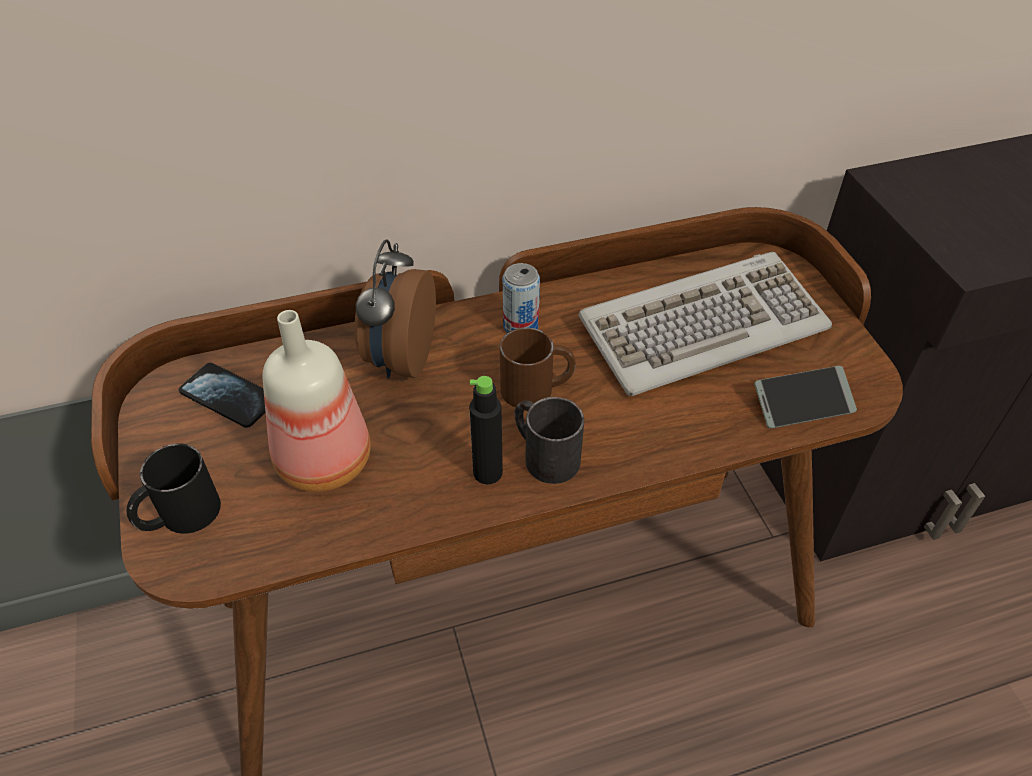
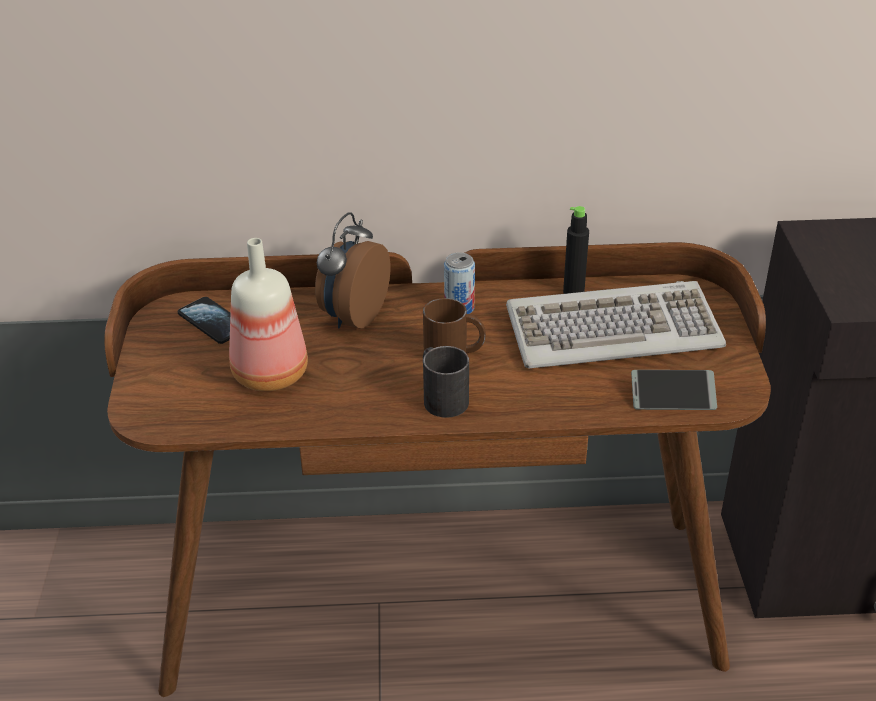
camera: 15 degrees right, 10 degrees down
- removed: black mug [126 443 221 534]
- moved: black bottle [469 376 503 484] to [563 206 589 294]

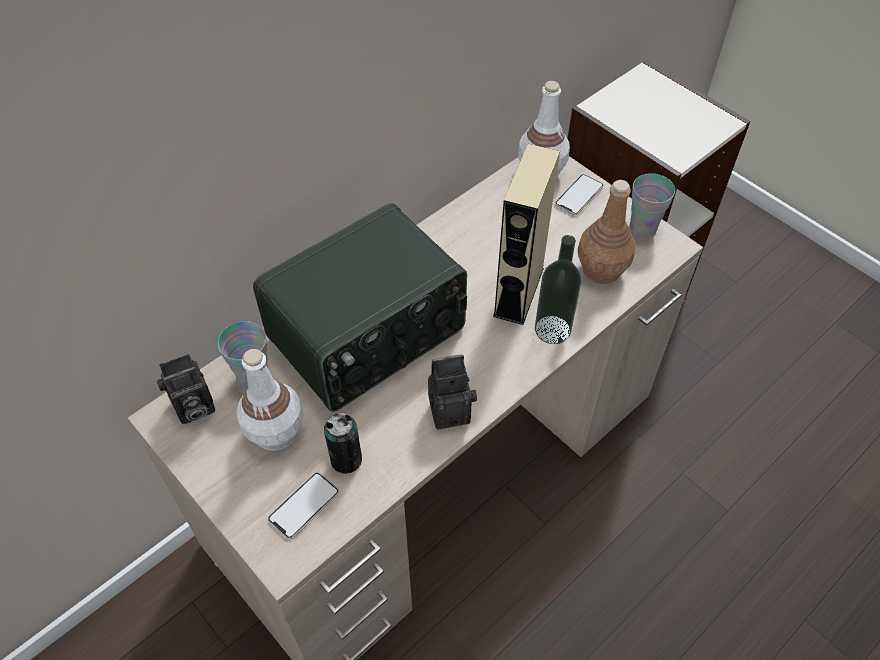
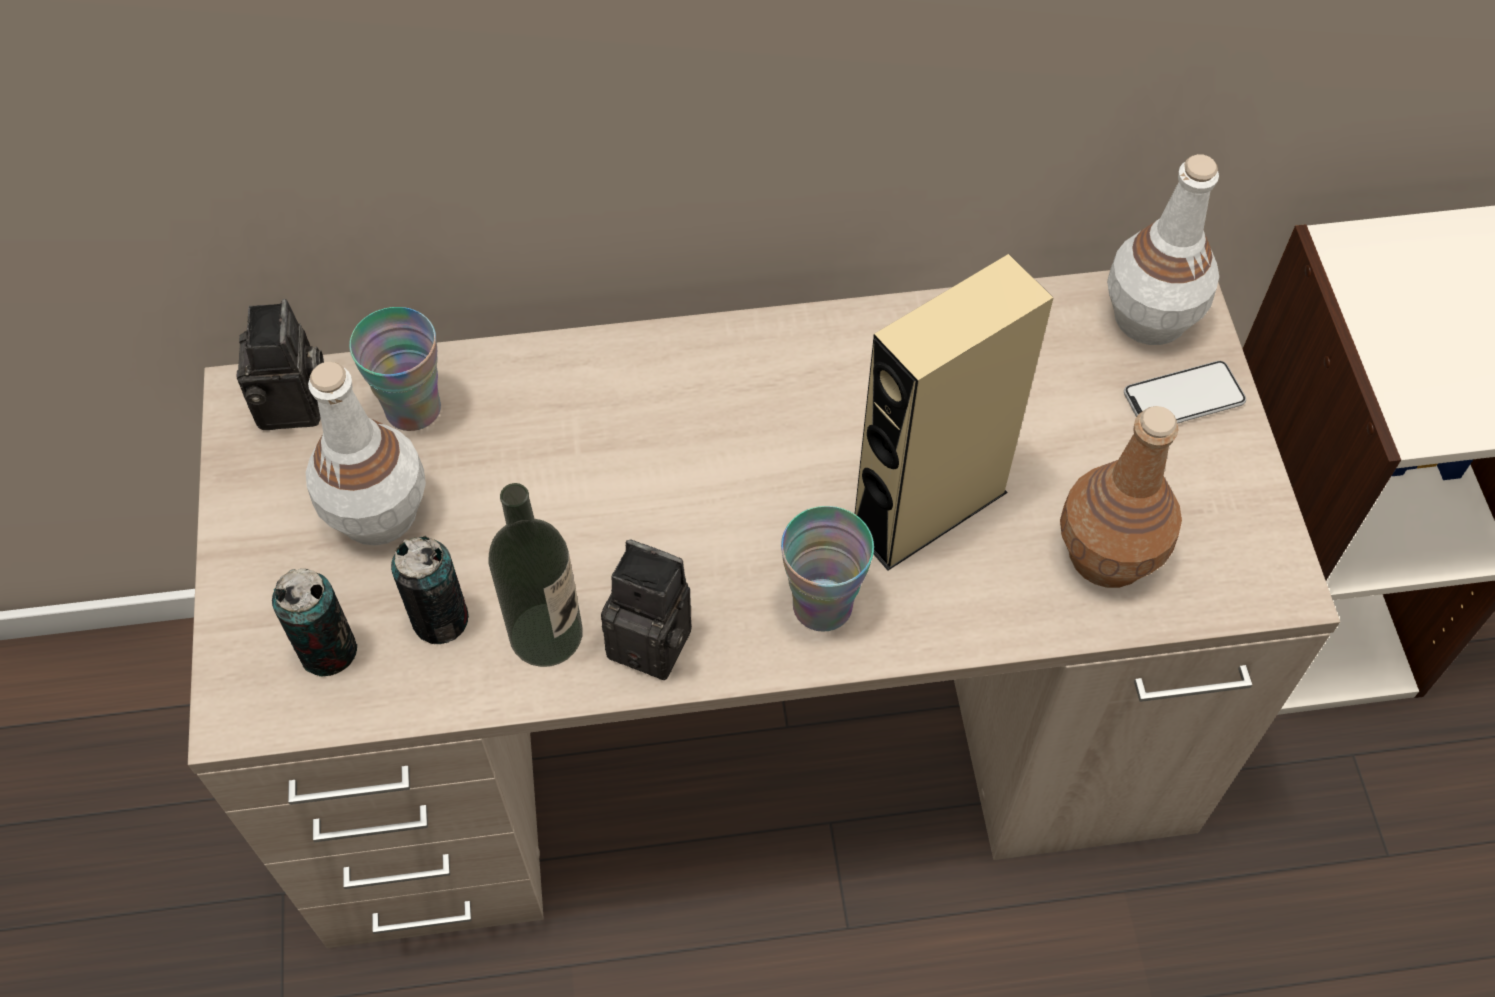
camera: 35 degrees right, 5 degrees up
- turned: photo camera [157 354 215 424] = [237 299 324 430] 105 degrees counterclockwise
- removed: radio [253 203 467 412]
- replaced: phone [268 472 339 539] to can [272 568 357 677]
- moved: bottle [535 235 582 344] to [488 483 583 667]
- moved: cup [629 173 675 238] to [781 506 874 632]

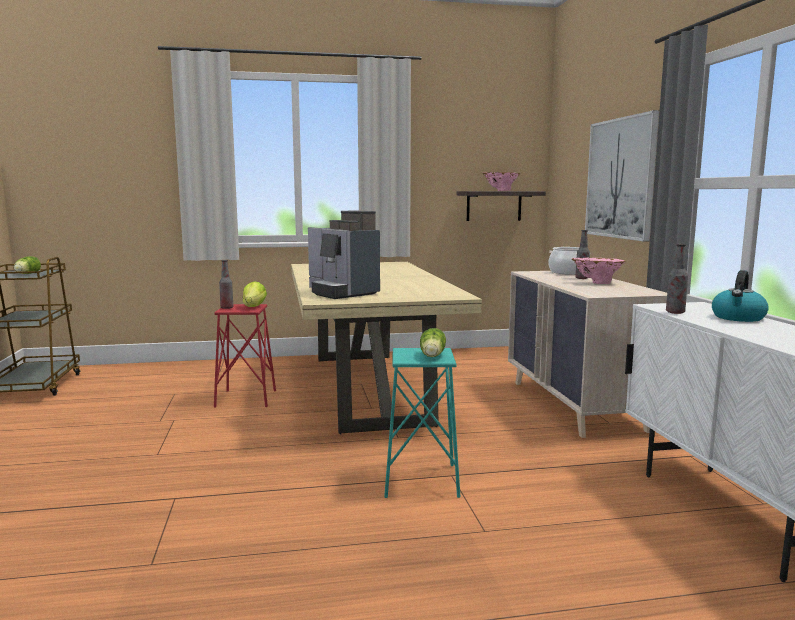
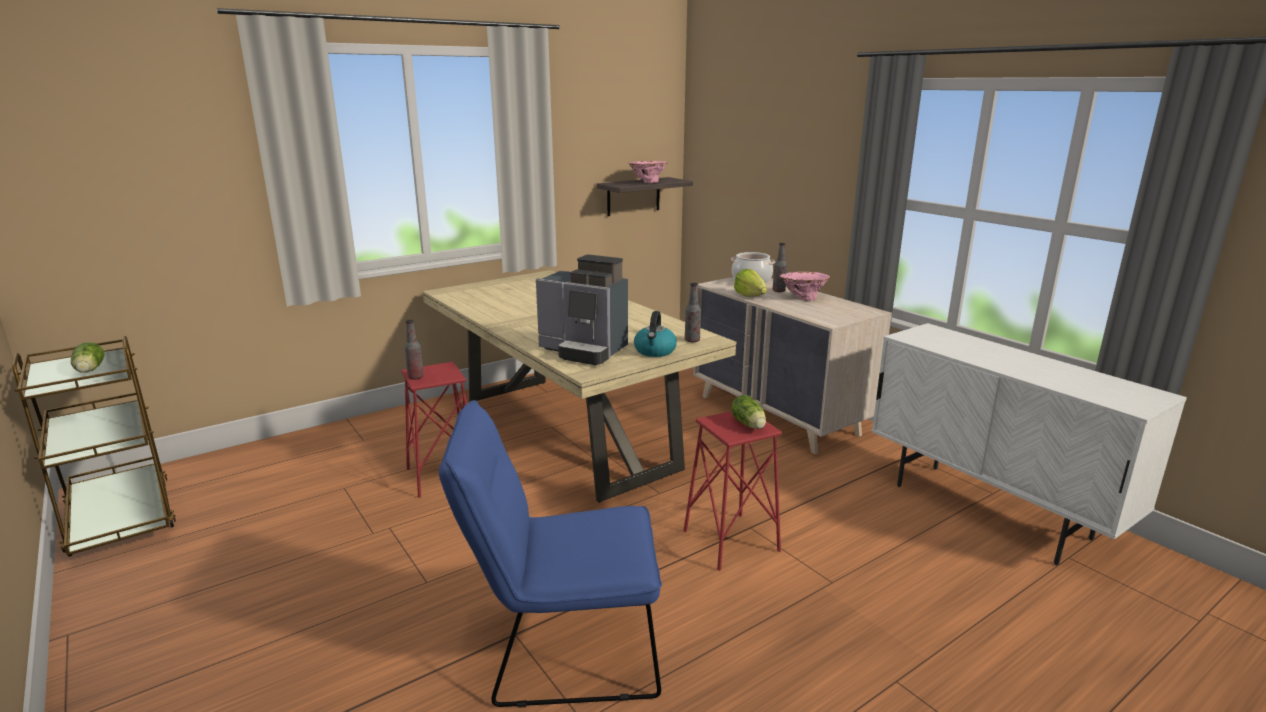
camera: 25 degrees left, 10 degrees up
- moved: lettuce [243 281 267 307] to [734 269 767 297]
- recoloured: turquoise stool [384 348 460 498] to red stool [684 411 782 571]
- removed: picture [585 110 659 242]
- moved: bottle [666 244 688 314] to [685 283 701 342]
- moved: kettle [712 270 769 322] to [634 311 677 357]
- added: blue chair [439 400 662 708]

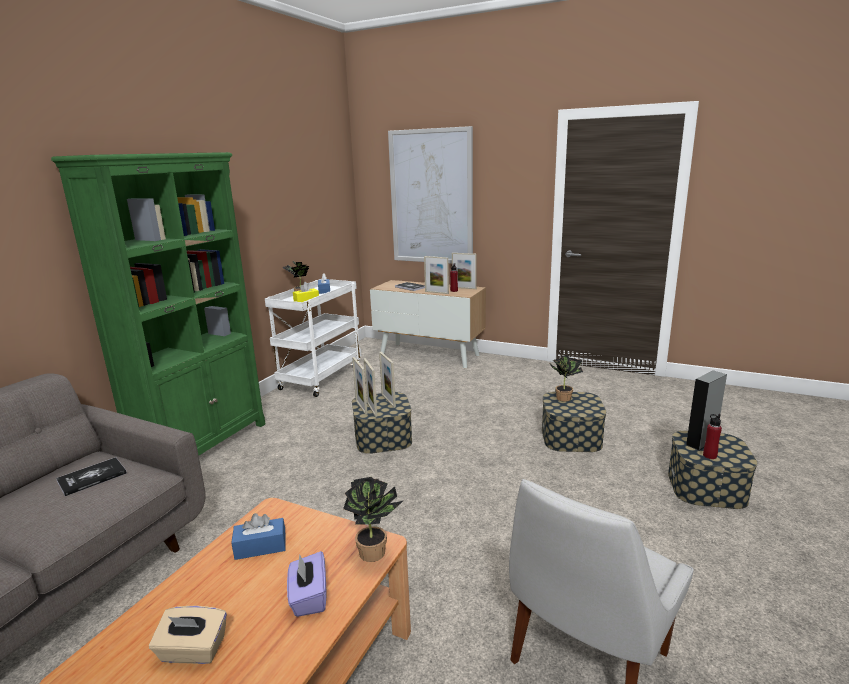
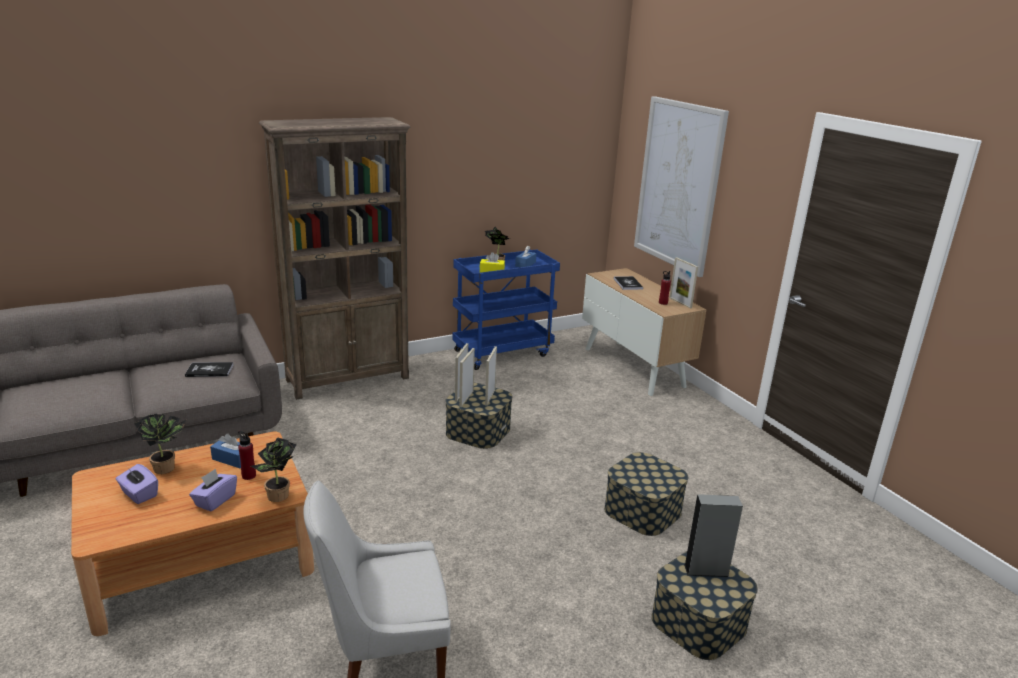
camera: 35 degrees right, 5 degrees up
- recoloured: green bookcase [51 152 265 455] to brown bookcase [259 117 411 400]
- recoloured: beige tissue box [149 606 227 664] to purple tissue box [116 464 158 504]
- recoloured: white cart [265 279 361 397] to blue cart [452 249 560 370]
- removed: picture frame [424 256 449 294]
- moved: potted plant [549 355 583 402] to [134 414 186 474]
- moved: red bottle [703 414 722 459] to [238 431 256 480]

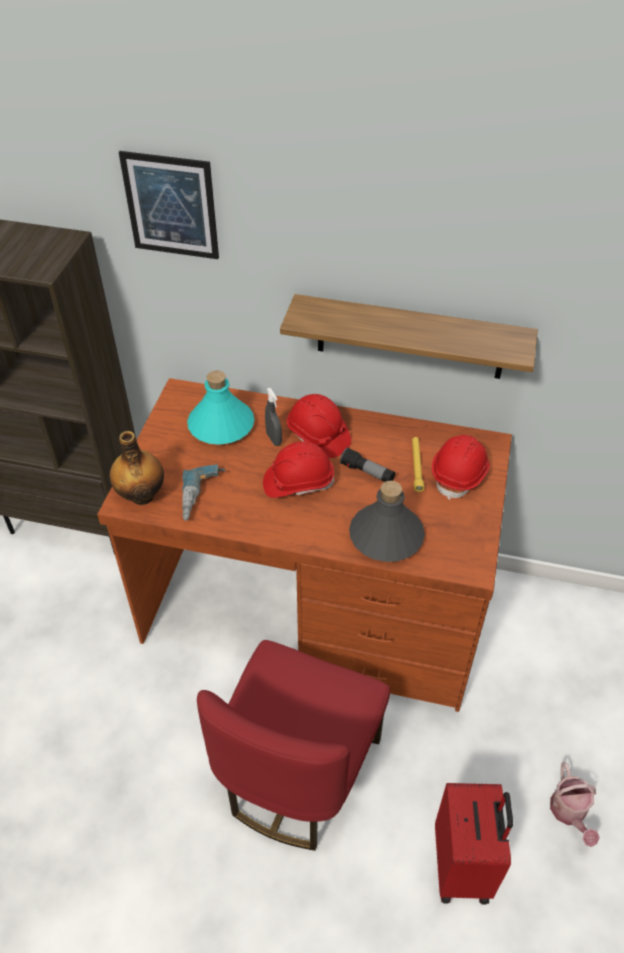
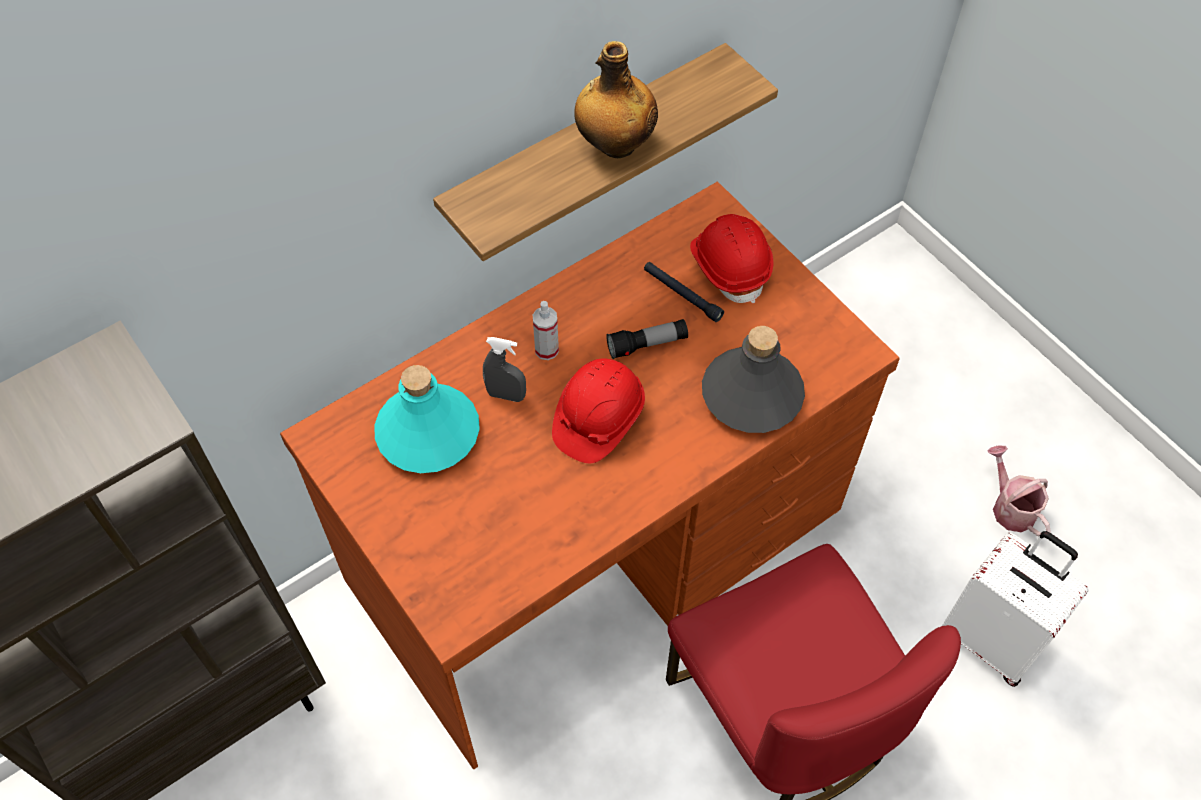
camera: 50 degrees left, 10 degrees up
- moved: bottle [110 431 164 505] to [574 41 658 158]
- removed: picture [119 151 219 259]
- removed: power drill [182 464 226 521]
- replaced: red hard hat [287 394 351 458] to spray bottle [533 301 559 360]
- recoloured: yellow flashlight [412 437 424 492] to black flashlight [644 262 724 322]
- recoloured: red suitcase [435 783 513 904] to white suitcase [942 531 1089 687]
- turned: watering can [550 762 600 847] = [987 446 1051 537] 150 degrees counterclockwise

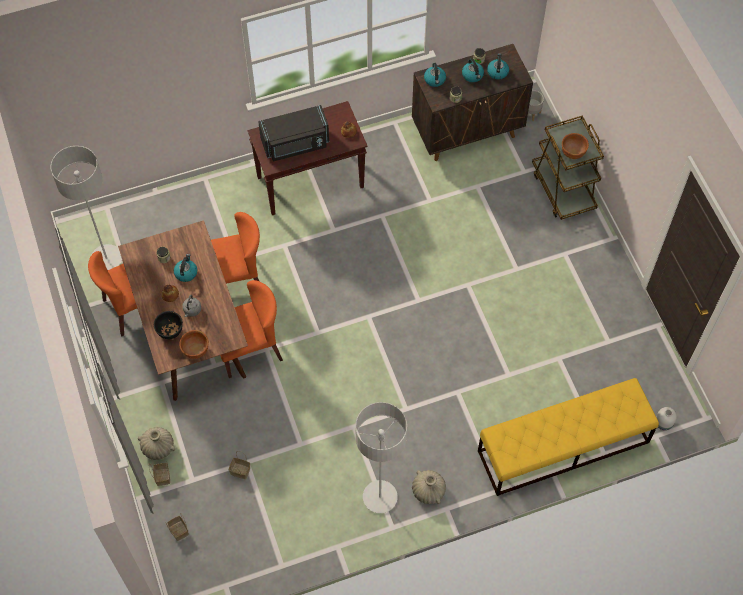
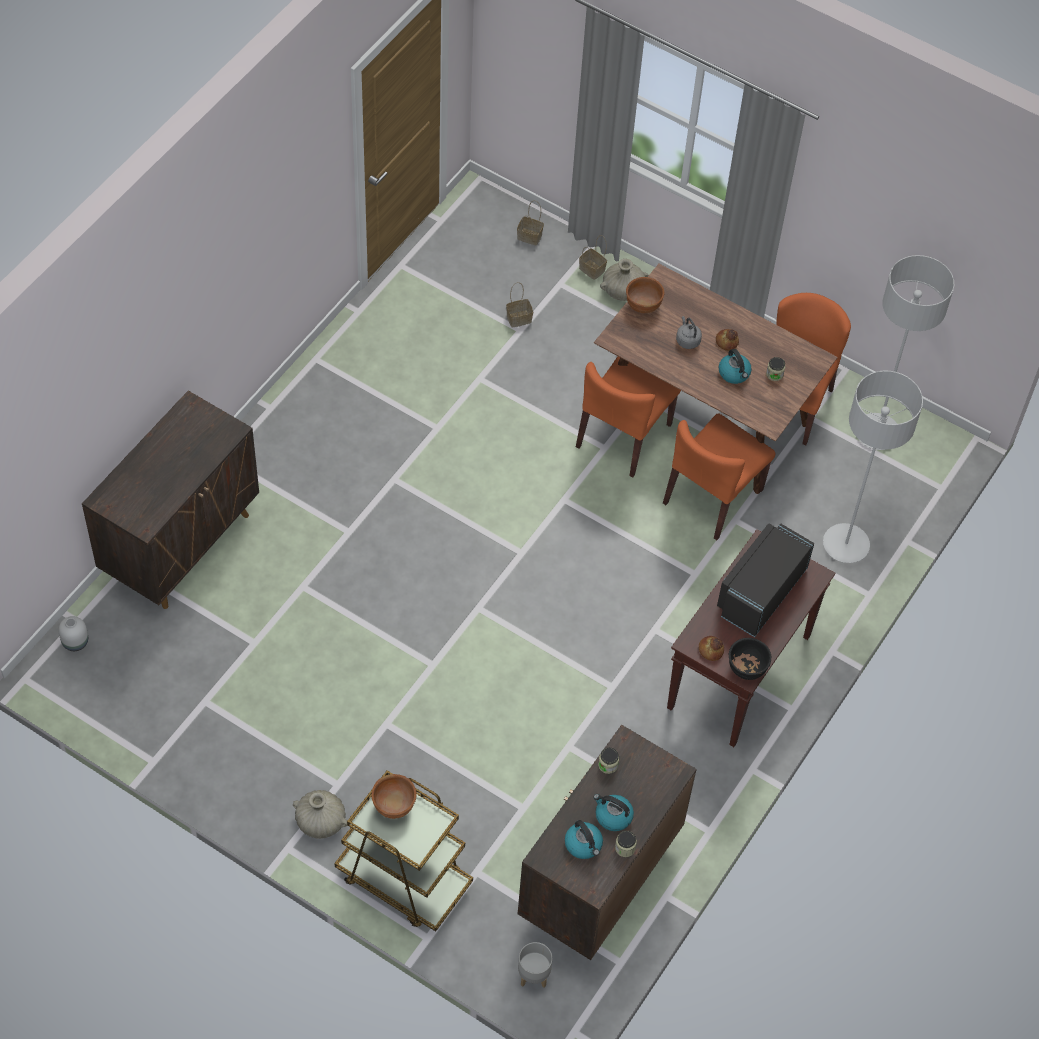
camera: 140 degrees right, 5 degrees down
- moved: black bowl [154 311 183 339] to [729 638 771 680]
- moved: grey floor lamp [355 402 407 513] to [823 371 923 563]
- moved: beige vase [412 470 446 504] to [293 790 347 839]
- removed: kettle [424 63 446 87]
- replaced: yellow bench [478 378 659 496] to brown cabinet [82 391 259 609]

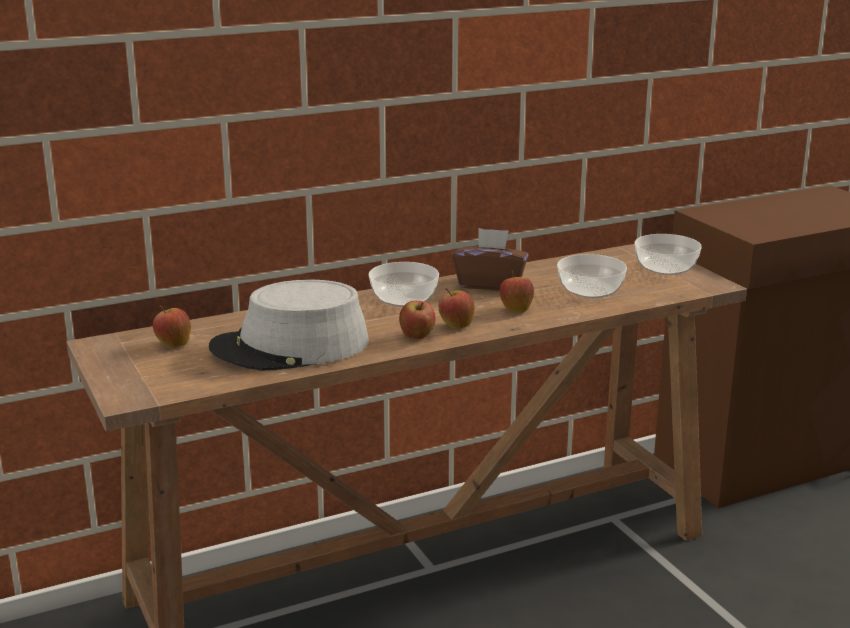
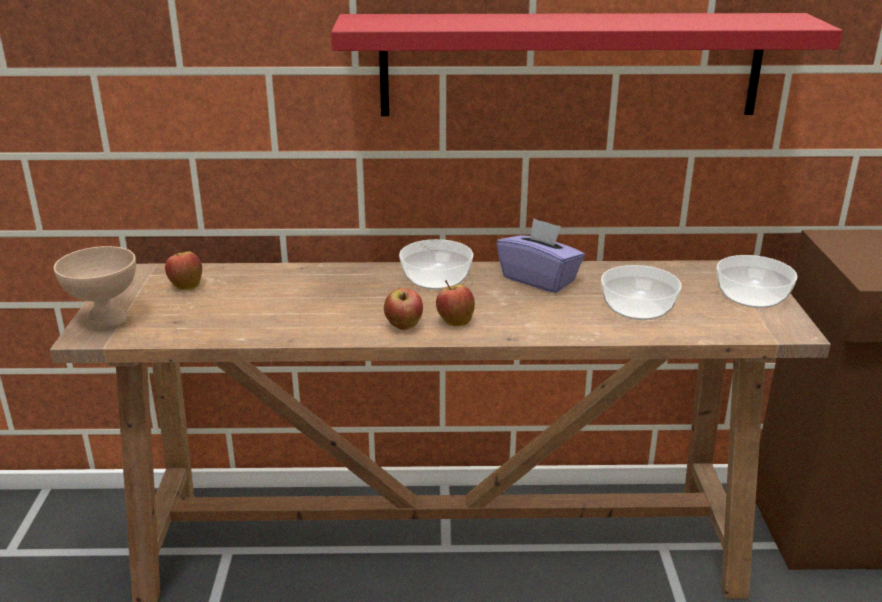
camera: 25 degrees right, 5 degrees up
- removed: grey hat [209 280 369 371]
- recoloured: brown tissue box [452 228 529 291] to purple tissue box [496 218 585 293]
- removed: apple [500 270 534 313]
- added: beige bowl [54 246 136 331]
- added: red shelf [331 13 843 116]

